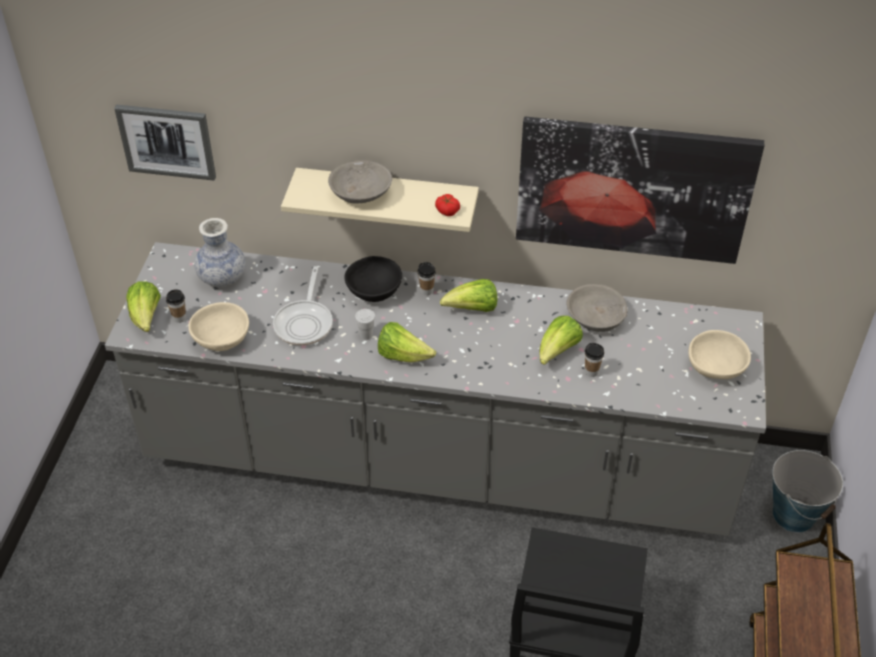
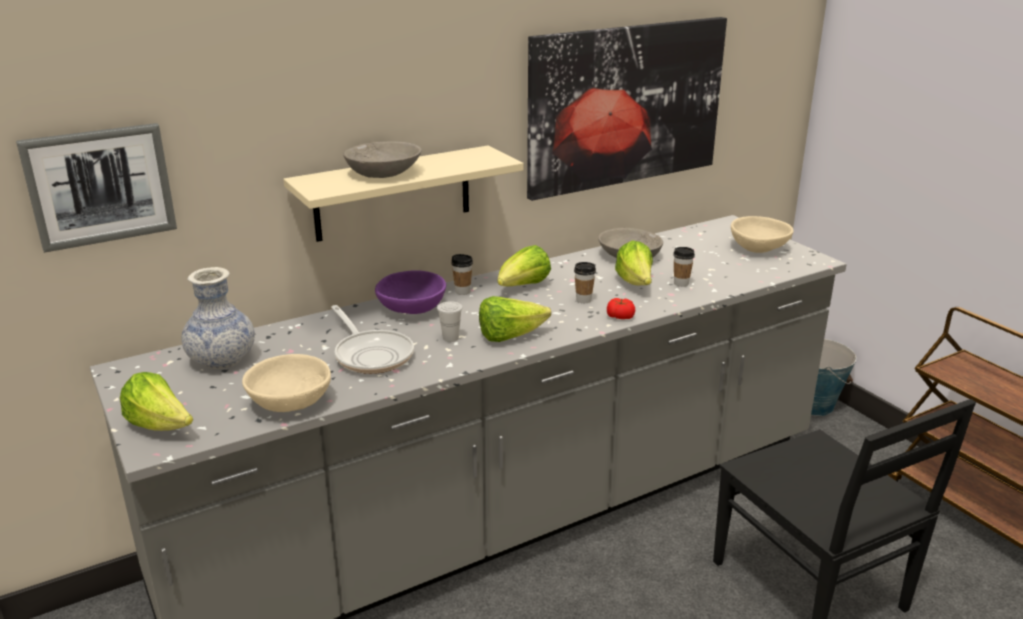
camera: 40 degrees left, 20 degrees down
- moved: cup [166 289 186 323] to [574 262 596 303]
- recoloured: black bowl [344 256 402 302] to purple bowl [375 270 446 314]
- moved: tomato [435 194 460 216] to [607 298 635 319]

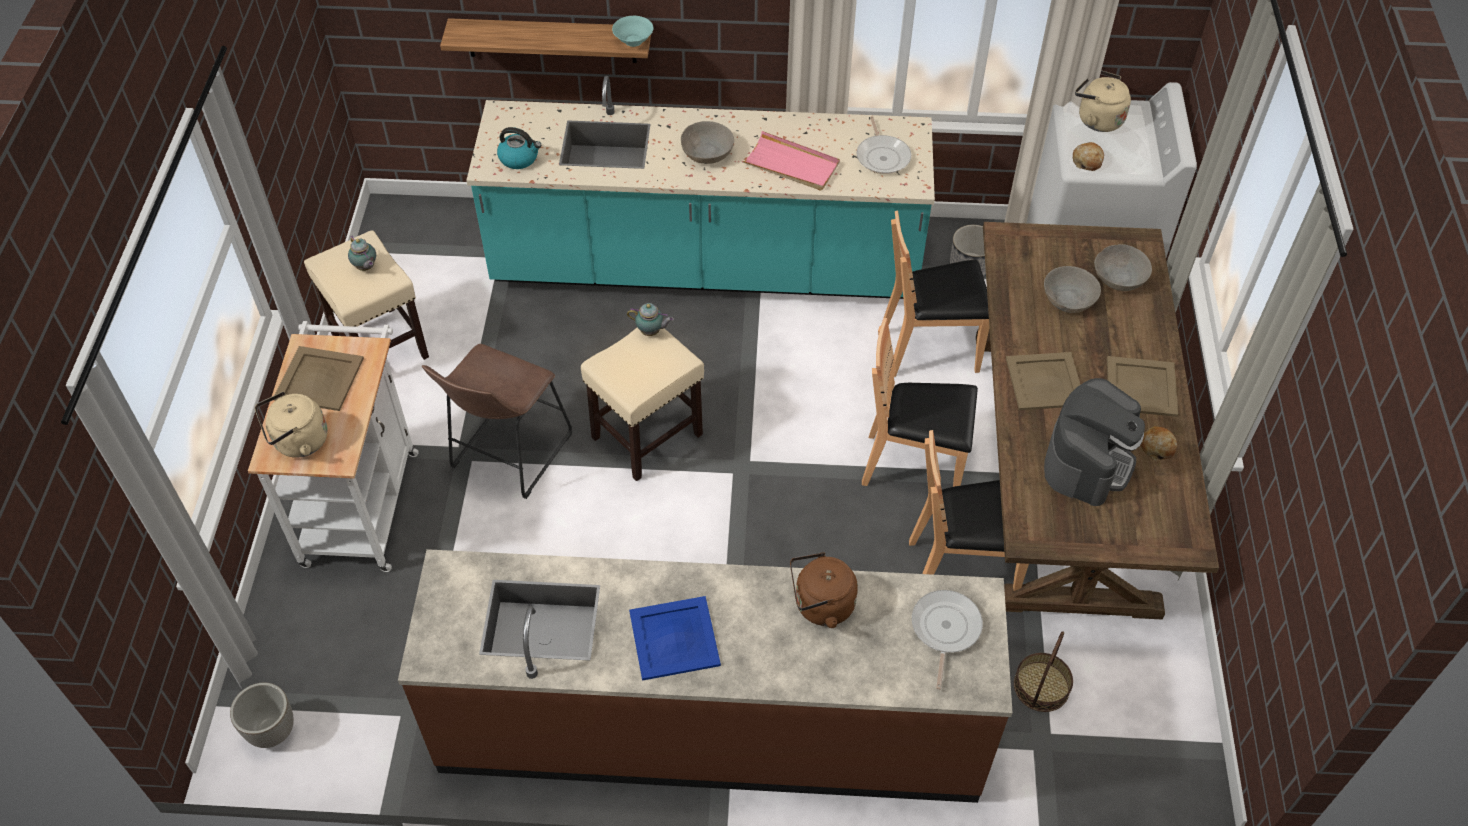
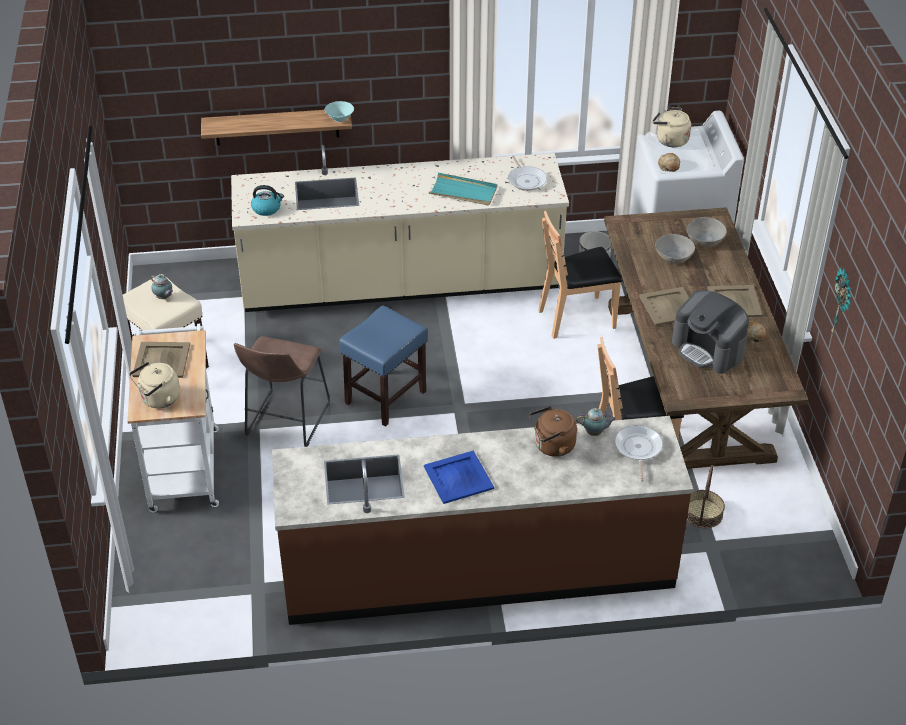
camera: 10 degrees left, 10 degrees down
- removed: planter [230 682 294 748]
- recoloured: turquoise counter [466 76 935 299] to beige counter [231 145 569 312]
- recoloured: beige stool [581 328 704 481] to blue stool [339 306 428 427]
- moved: teapot [627 303 674 336] to [576 408 616 436]
- removed: grey bowl [681 121 734 164]
- recoloured: pink tray [742 131 840 191] to turquoise tray [429 173 497 206]
- removed: brown chair [862 318 978 487]
- turned: coffee machine [1044 378 1145 506] = [672 290 749 374] 120 degrees clockwise
- added: wall clock [831 267 851 335]

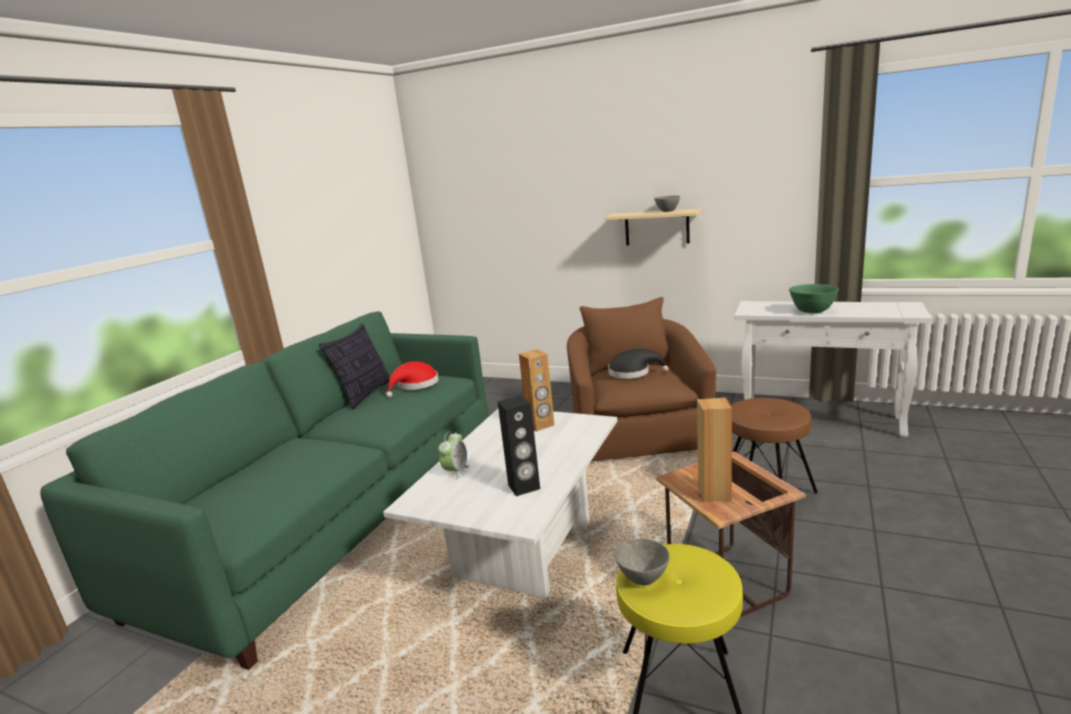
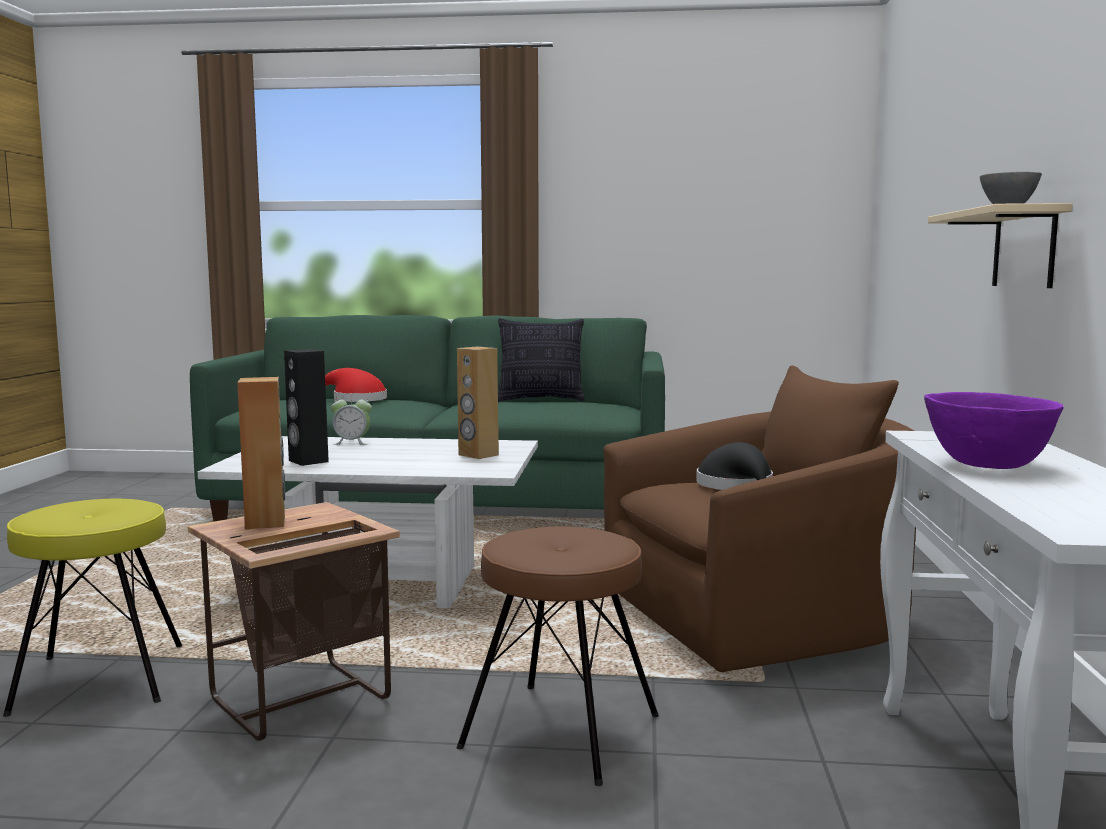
camera: 70 degrees right, 10 degrees down
- moved: red hat [386 361 439 398] to [325 368 387 402]
- removed: grey bowl [615 538 670 585]
- recoloured: green bowl [789 284 839 313] to purple bowl [924 392 1063 469]

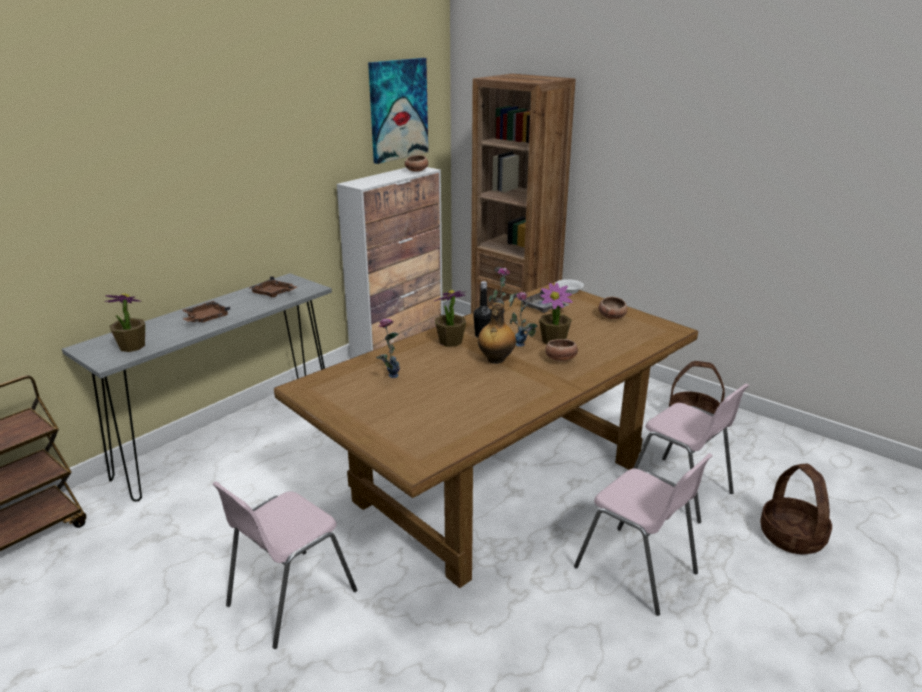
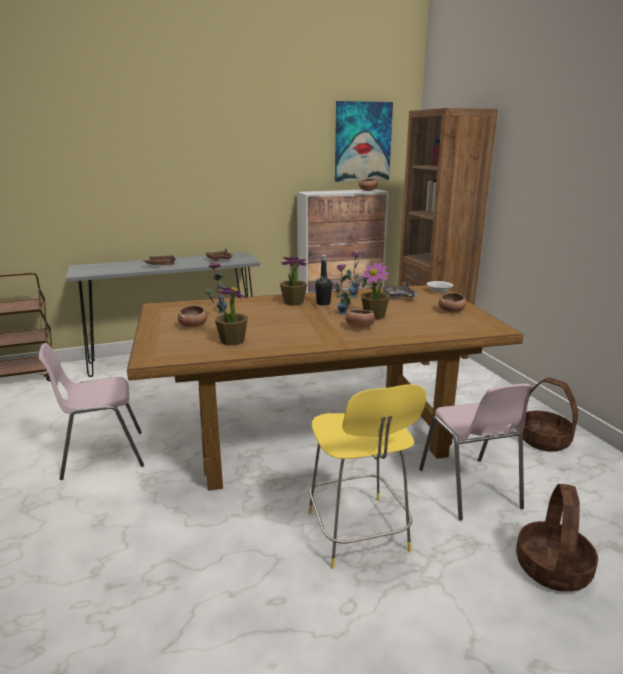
camera: 30 degrees right, 5 degrees down
- moved: potted plant [104 293 145 352] to [215 285 248 345]
- removed: bottle [478 303 516 364]
- replaced: pink chair [574 453 713 616] to yellow stool [308 384 427 569]
- added: bowl [178 305 207 328]

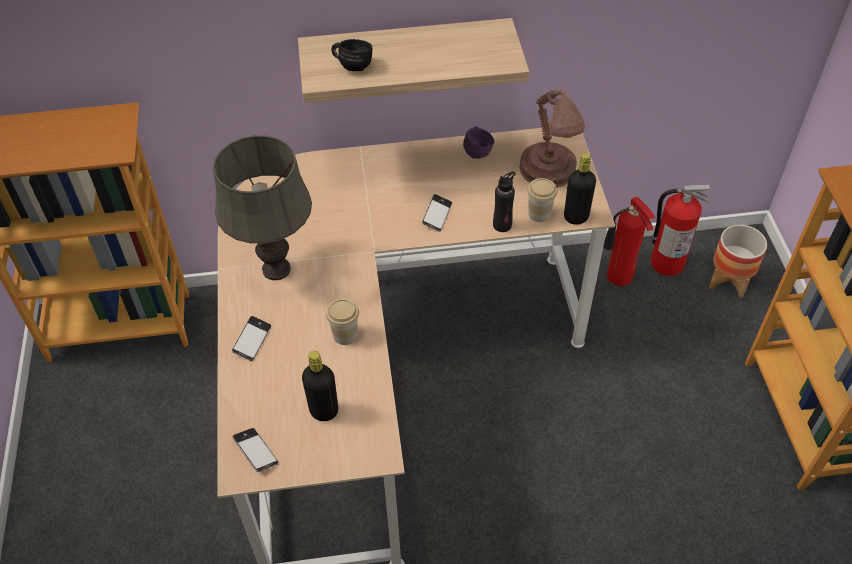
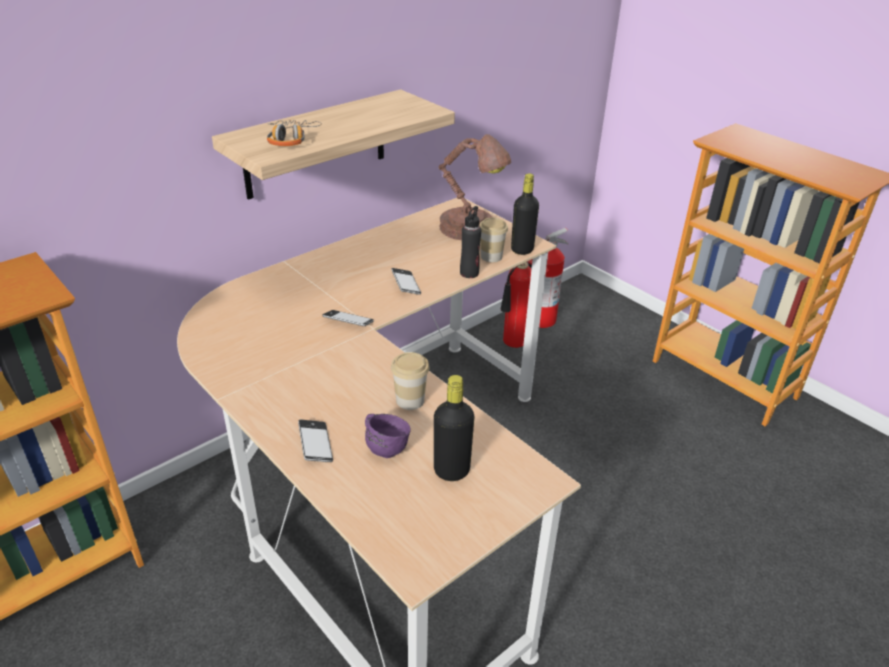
camera: 35 degrees left, 15 degrees down
- removed: grey table lamp [213 135 312 280]
- moved: phone [232 428 278 472] to [322 310 374 326]
- replaced: black mug [331 39 372 71] to headphones [267 120 322 146]
- moved: purple mug [463 126 494 159] to [365 414 411 458]
- removed: planter [709 225 767 298]

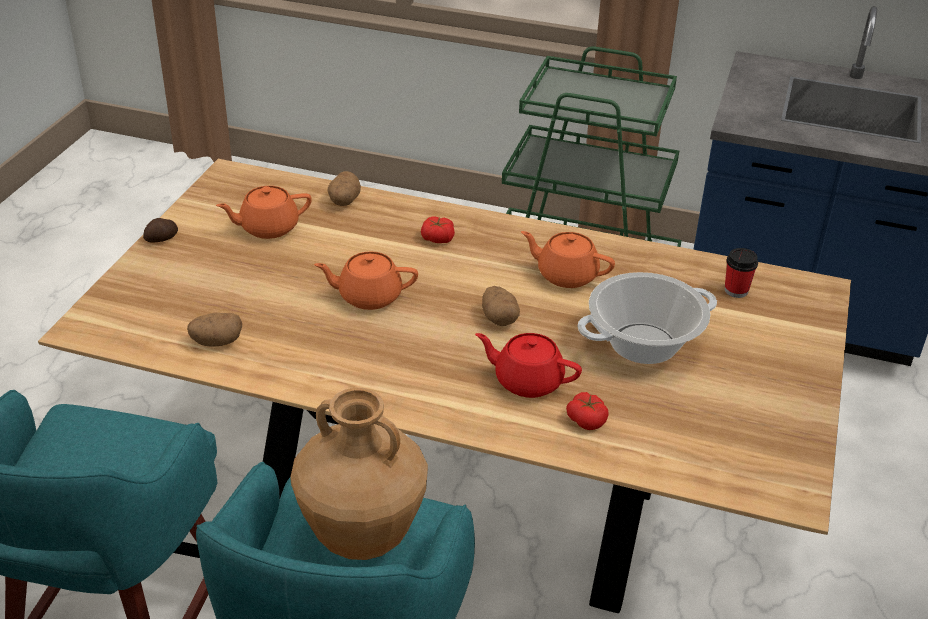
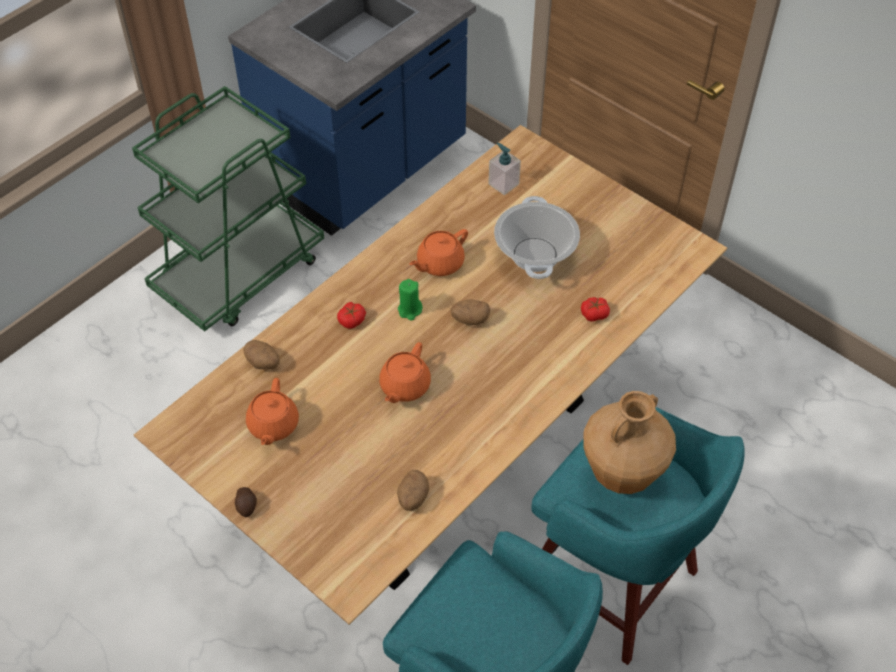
camera: 65 degrees left, 15 degrees up
- removed: red teapot [475 333 582 398]
- replaced: cup [725 248 758 298] to soap dispenser [488 143 521 195]
- added: green candle [398 279 422 321]

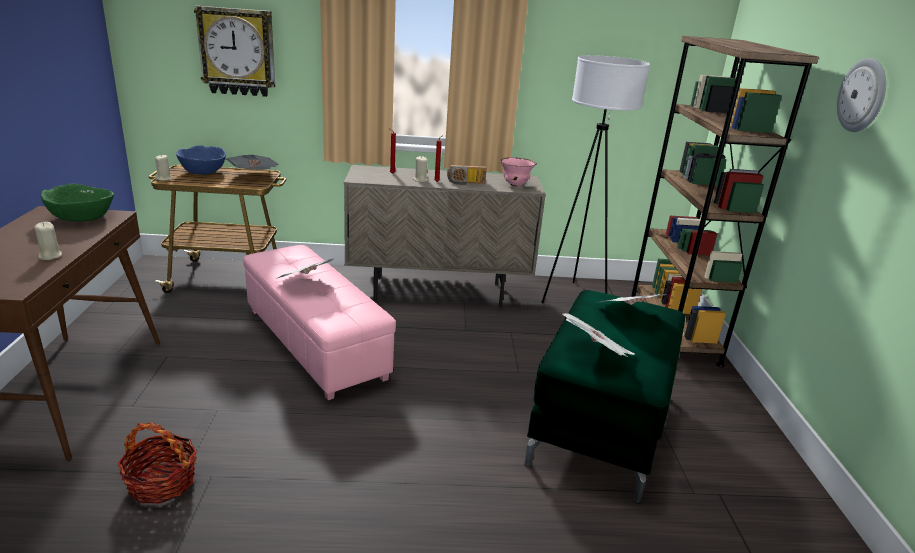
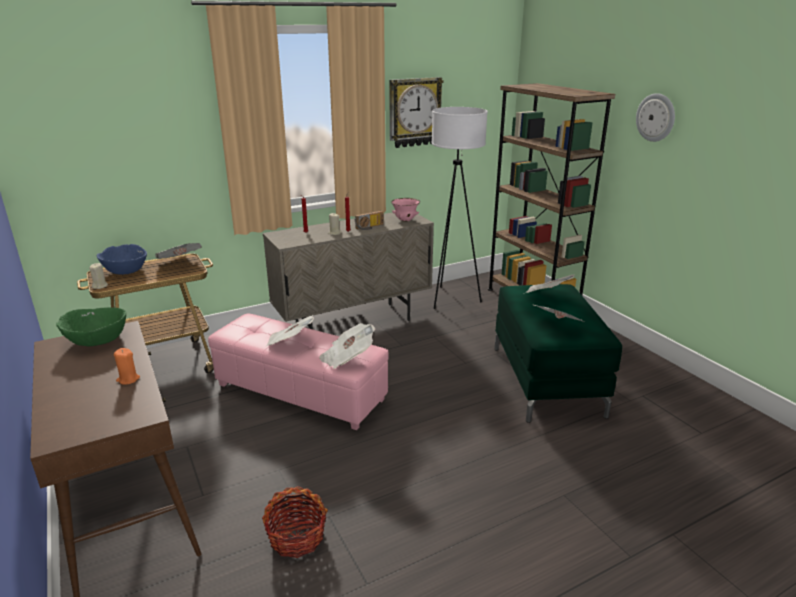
camera: 25 degrees left, 0 degrees up
- recoloured: beige candle [34 222 62 260] to orange candle [114 348 140 385]
- moved: wall clock [194 6 275 97] to [389 77 444 148]
- added: newspaper [319 323 376 369]

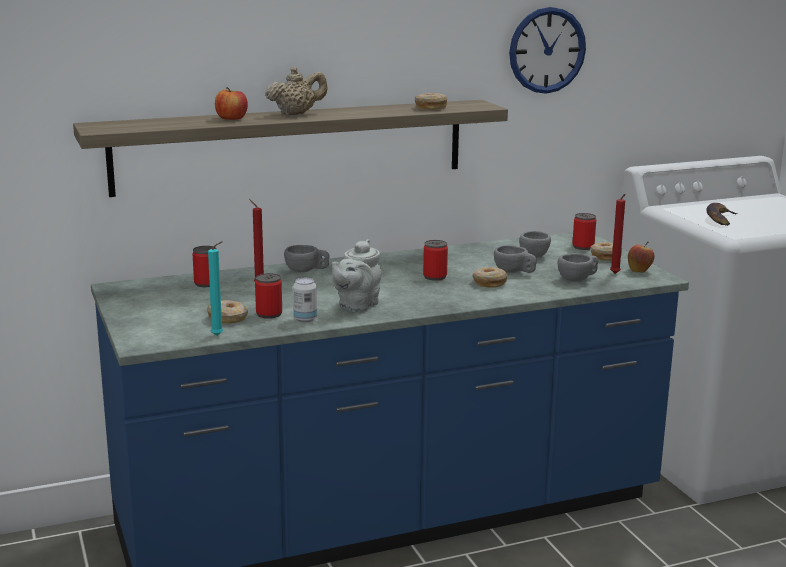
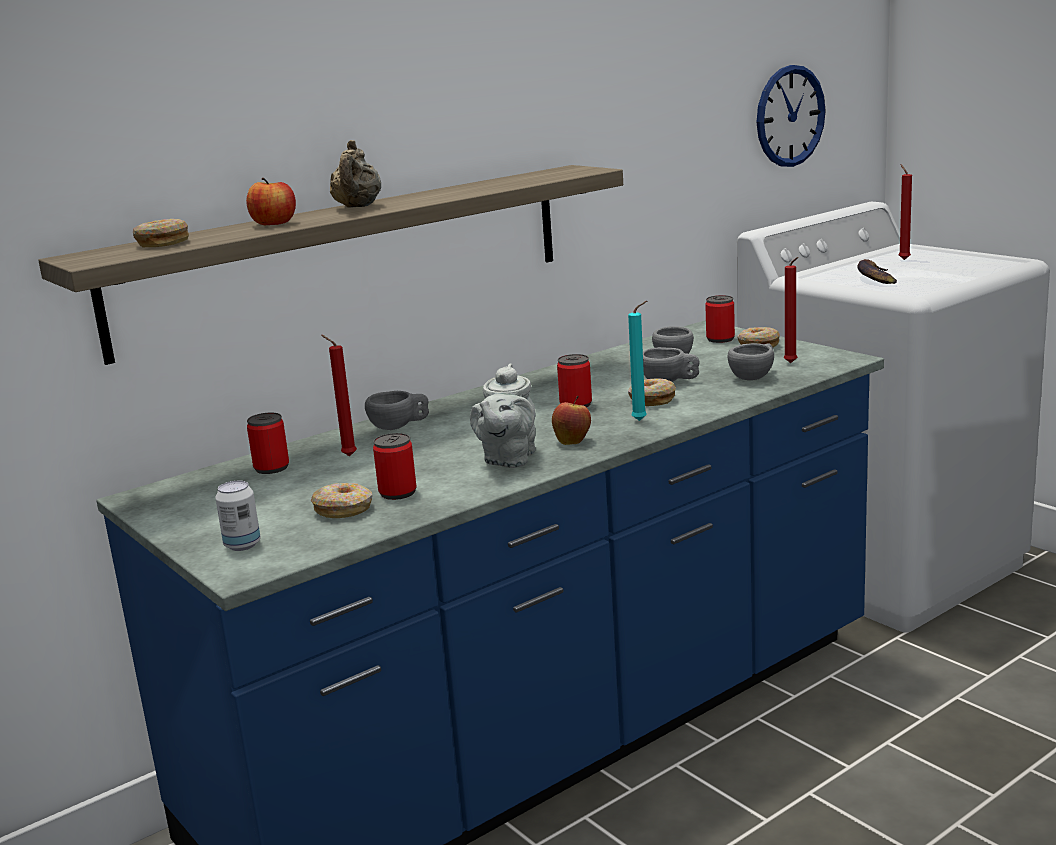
camera: 15 degrees left, 0 degrees up
- moved: turquoise candle [208 241 223 336] to [628 301 647 421]
- turned: beige teapot [265 67 328 115] = [330 140 381 208] 135 degrees clockwise
- moved: can [293 278 317 322] to [215 481 261 551]
- moved: donut [415 93 447 110] to [133 219 189 247]
- moved: wall clock [509 7 586 94] to [756 65 826 167]
- moved: apple [628 242 654 273] to [552 396 591 445]
- added: red candle [899 164 912 260]

